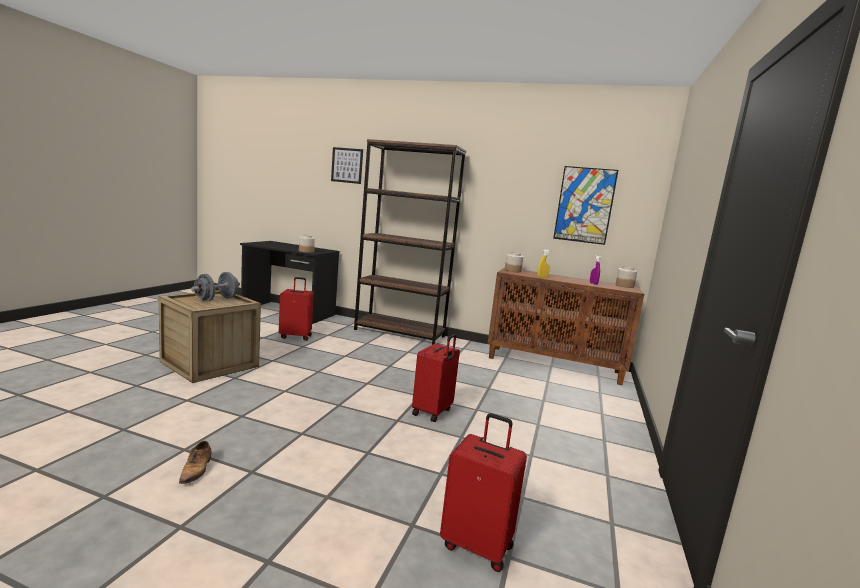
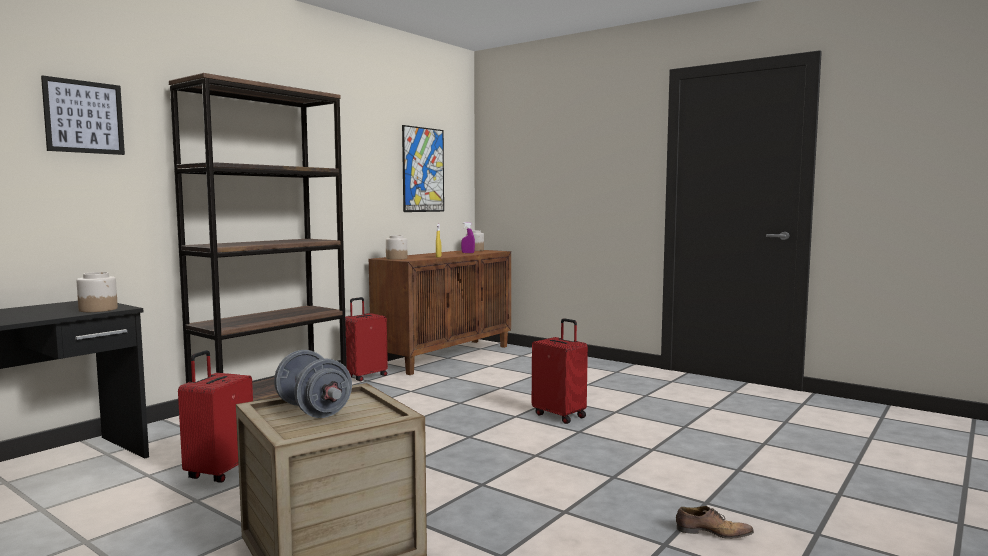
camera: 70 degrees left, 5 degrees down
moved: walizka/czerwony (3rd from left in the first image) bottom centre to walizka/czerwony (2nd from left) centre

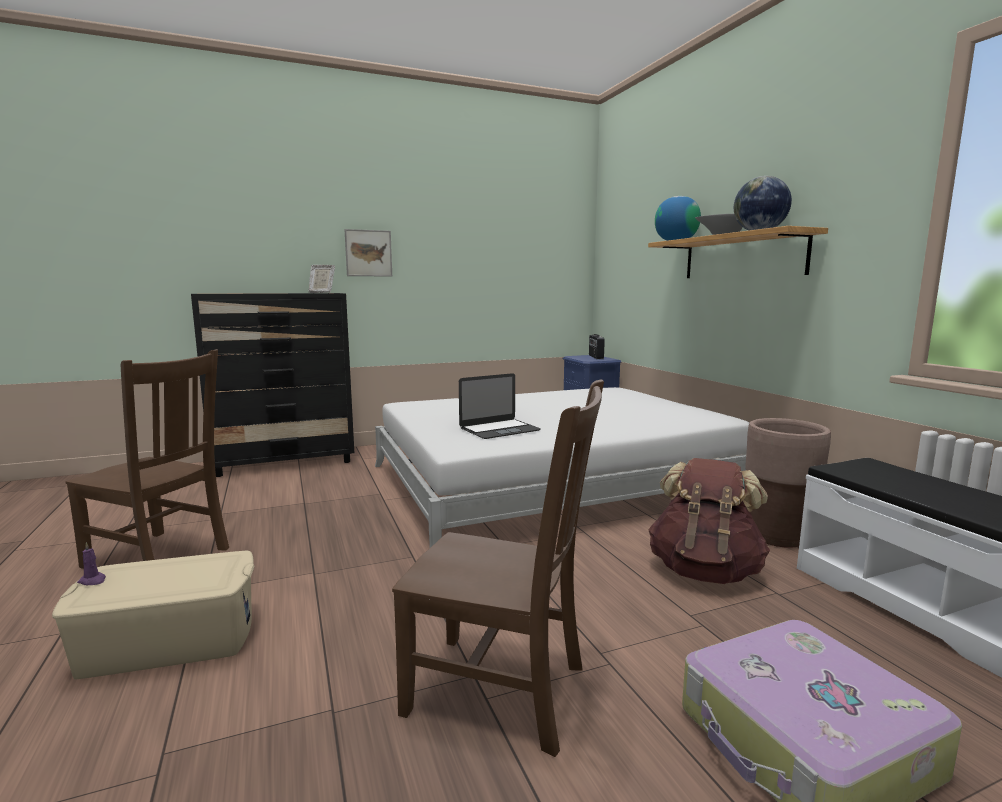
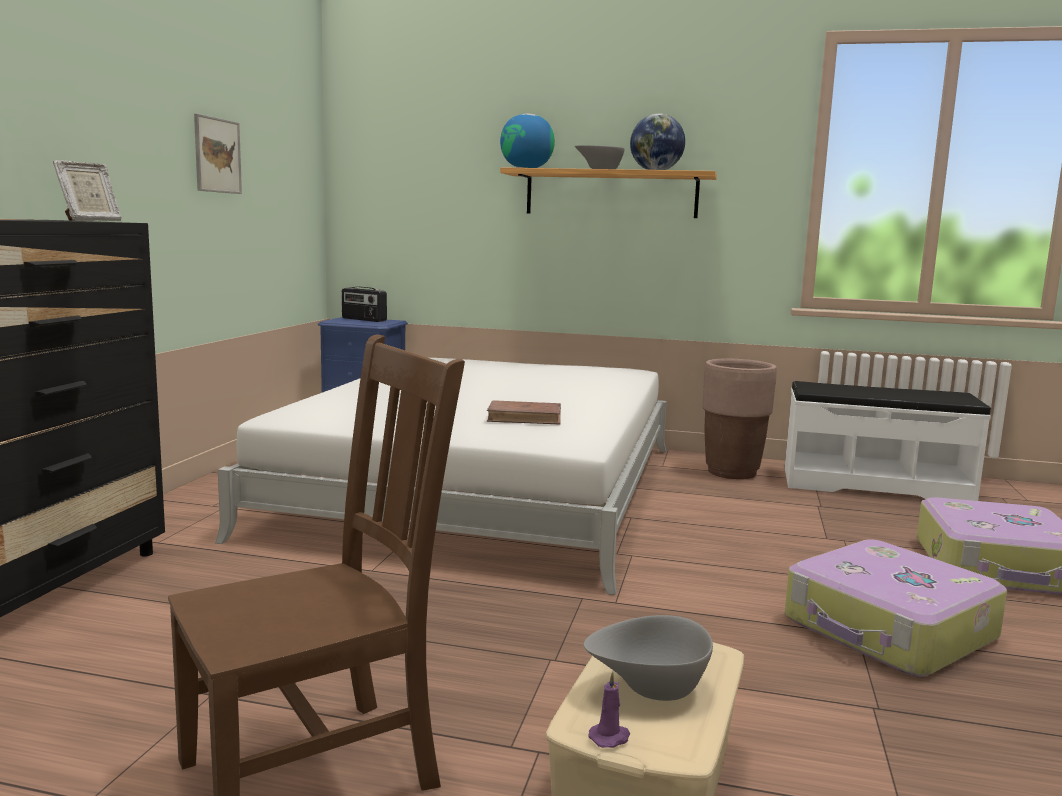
camera: 55 degrees left, 0 degrees up
removed: plecak/brązowy middle right
added: miska/szary (2nd from left) bottom centre
moved: obraz top centre to top left
replaced: krzesło/brązowy (2nd from left) bottom centre to walizka (1st from left) bottom right; laptop centre to książka/brązowy centre

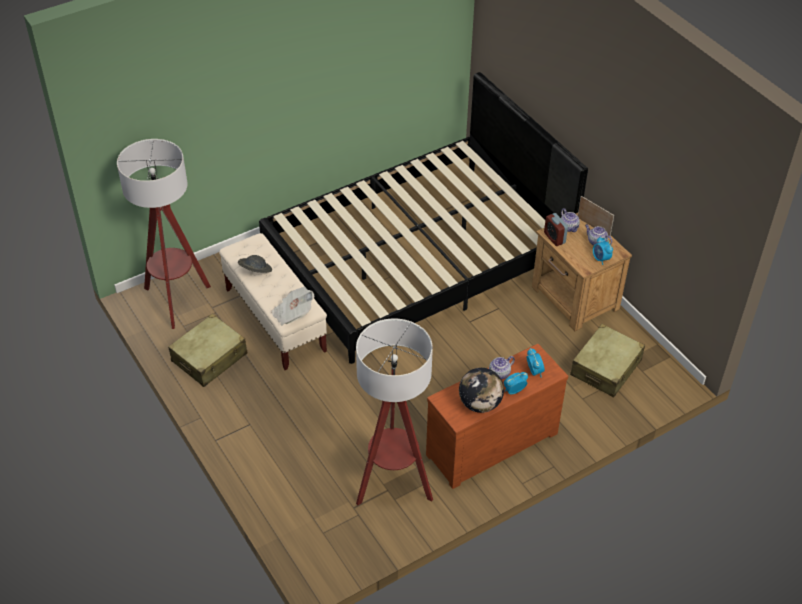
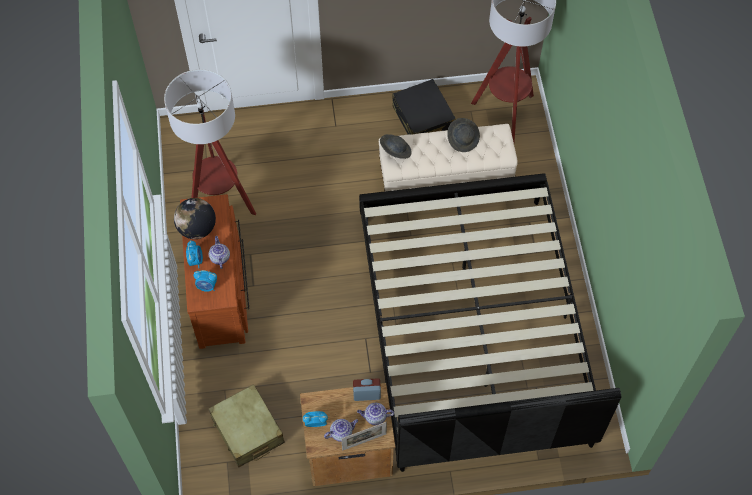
camera: 115 degrees right, 15 degrees up
replaced: gazeta centre to kapelusz/szary (1st from left) top centre
recoloured: walizka/beżowy (1st from left) middle left to walizka/czarny top centre

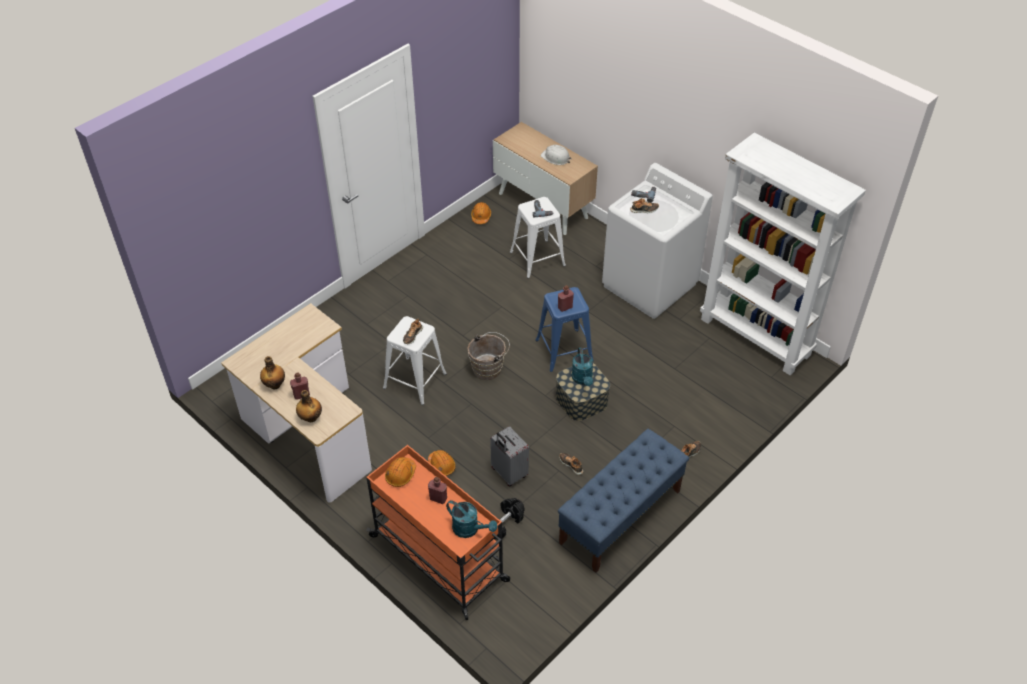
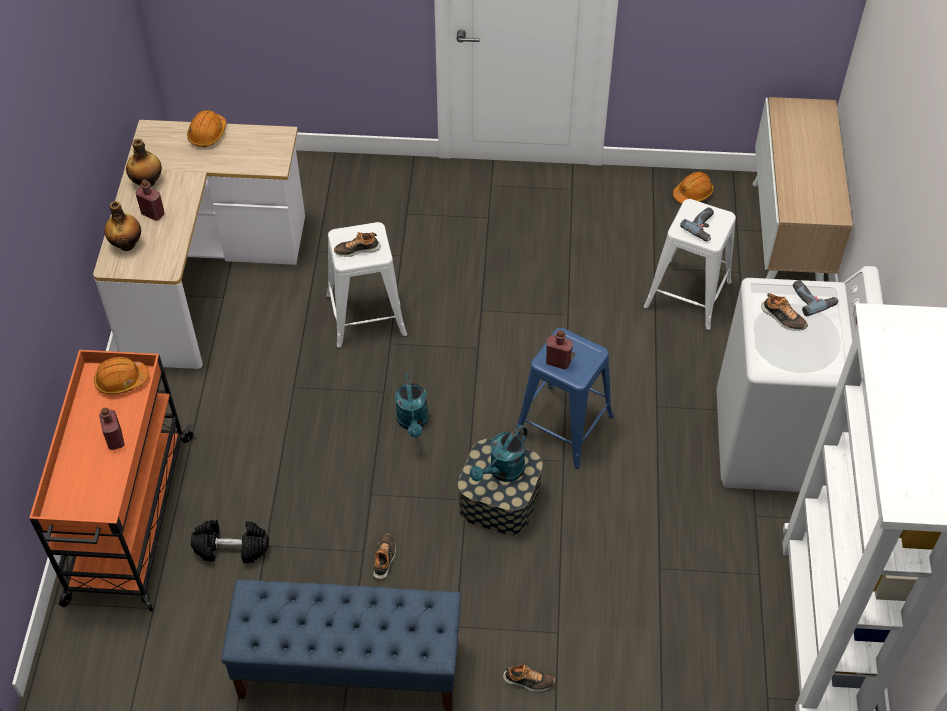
camera: 50 degrees right, 5 degrees up
removed: wiadro/brązowy centre; walizka/szary bottom centre; kask/biały top centre
moved: kask/pomarańczowy (2nd from left) bottom centre to top left; konewka/turkusowy (1st from left) bottom centre to centre

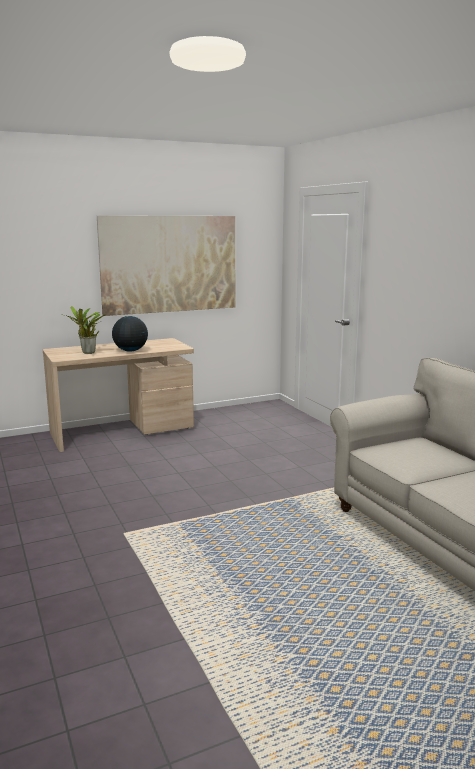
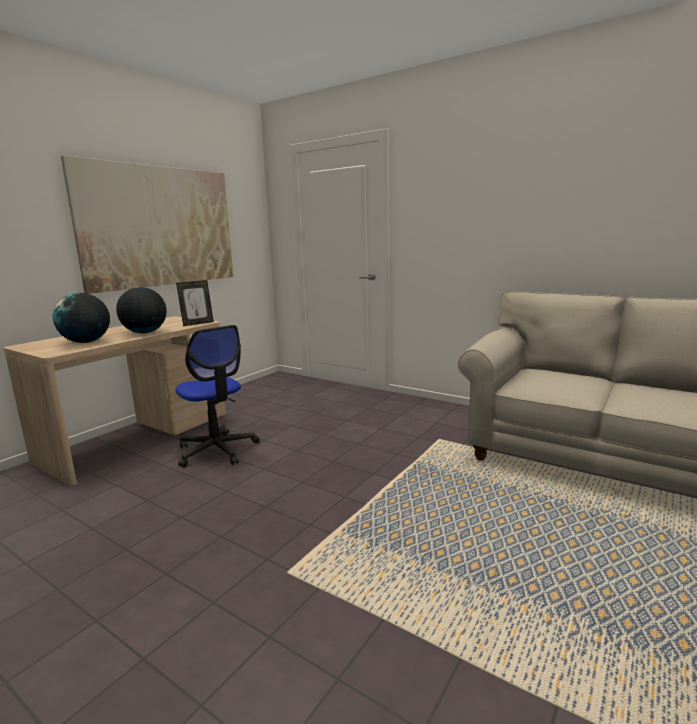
camera: 30 degrees left, 0 degrees up
added: ramka na zdjęcie middle left; krzesło biurowe middle left
replaced: roślina doniczkowa middle left to globus (1st from left) middle left

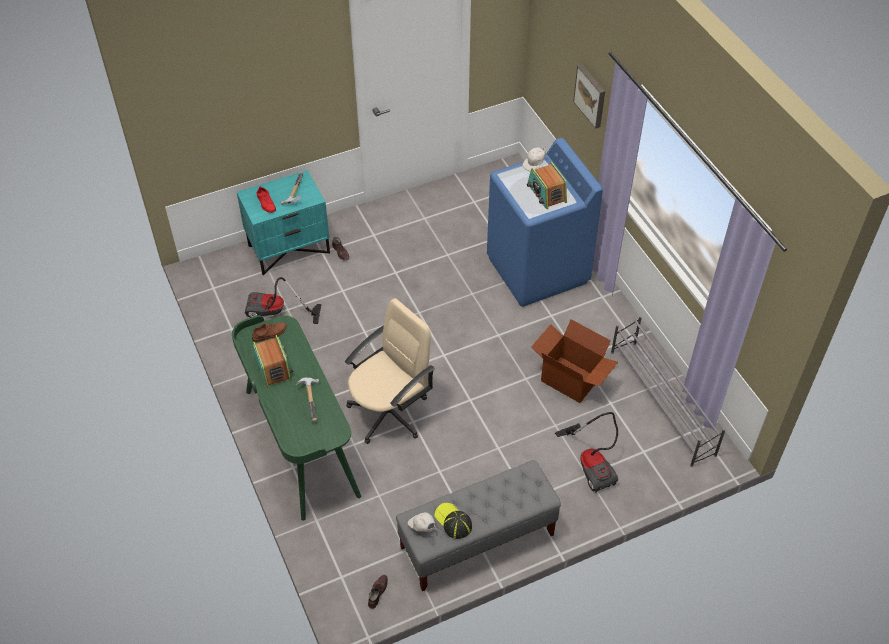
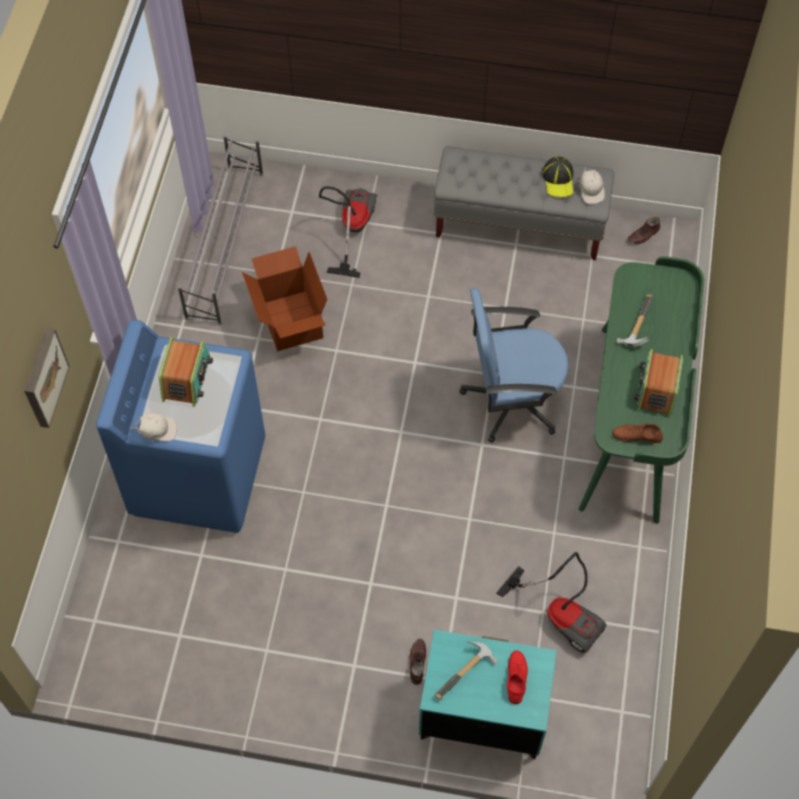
camera: 145 degrees left, 10 degrees up
recoloured: krzesło biurowe/beżowy centre to krzesło biurowe/niebieski centre

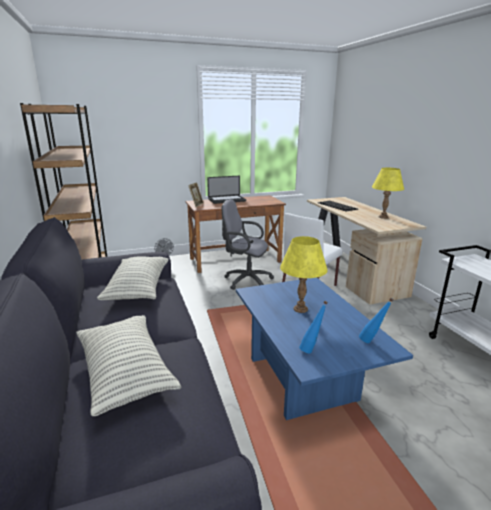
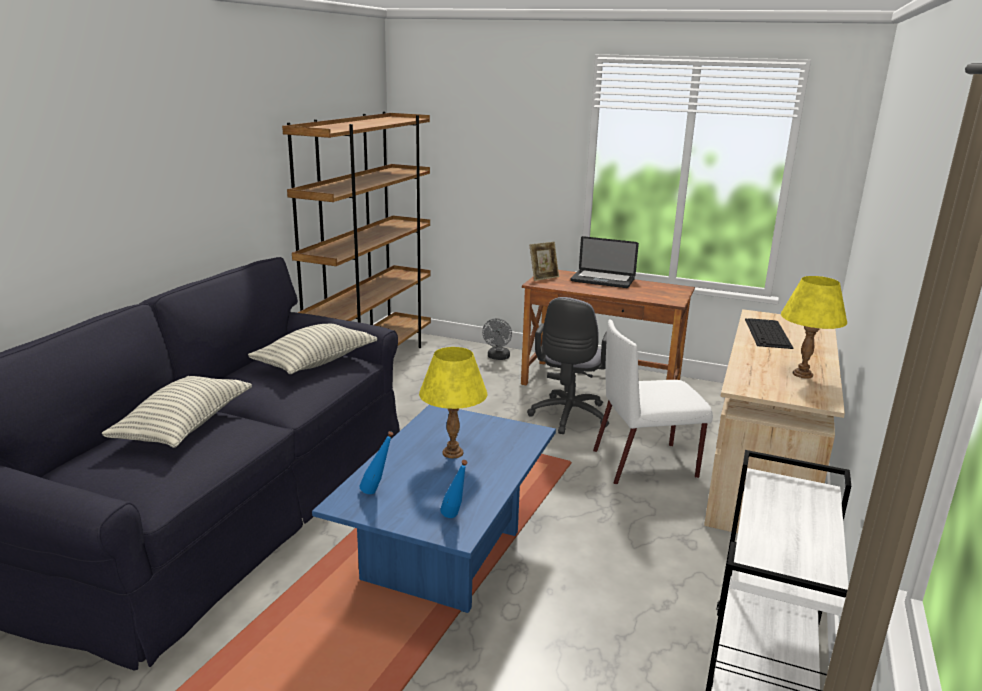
camera: 40 degrees right, 0 degrees up
turned: krzesło biurowe/szary centre = centre 135 degrees counterclockwise

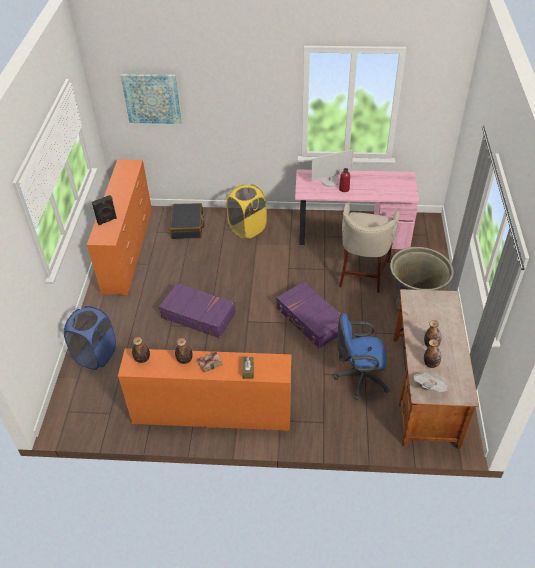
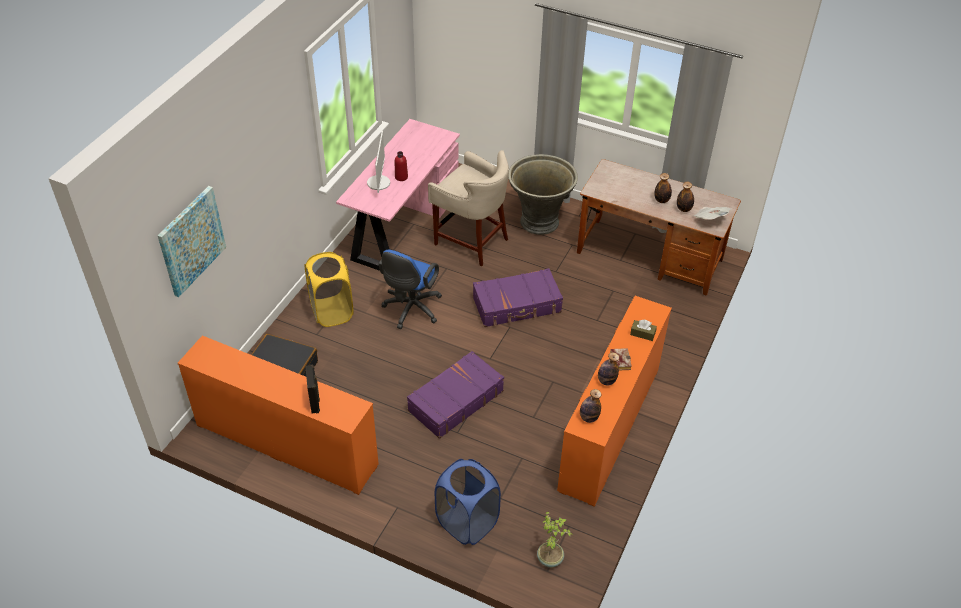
camera: 70 degrees left, 0 degrees up
added: roślina doniczkowa bottom centre
moved: krzesło biurowe/niebieski middle right to centre

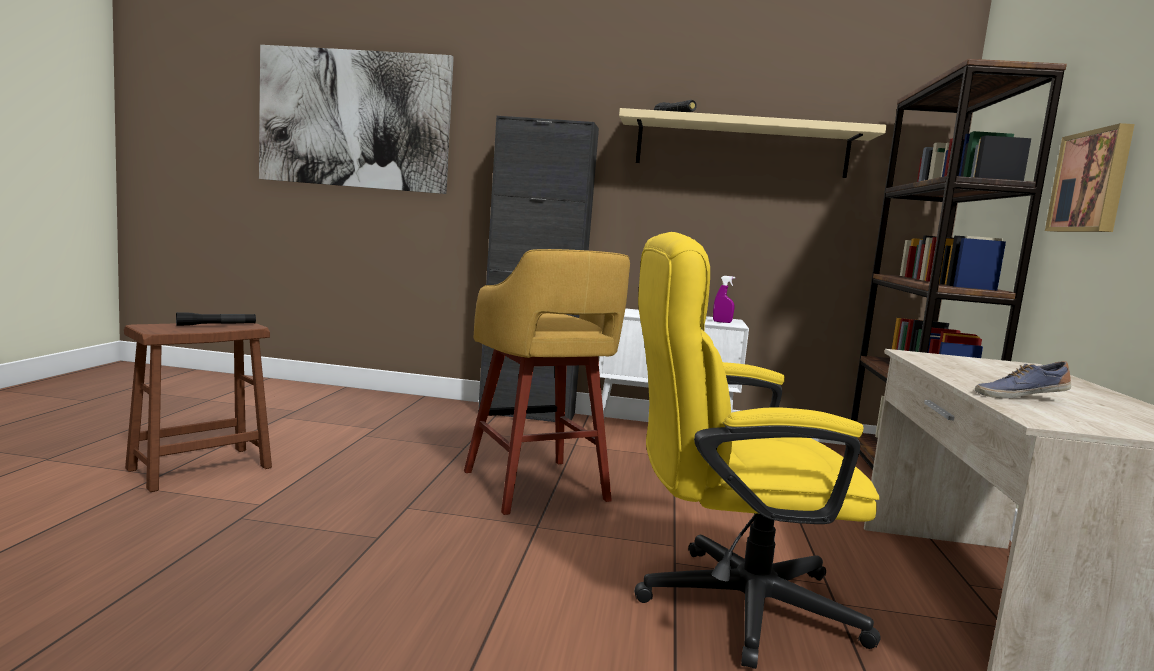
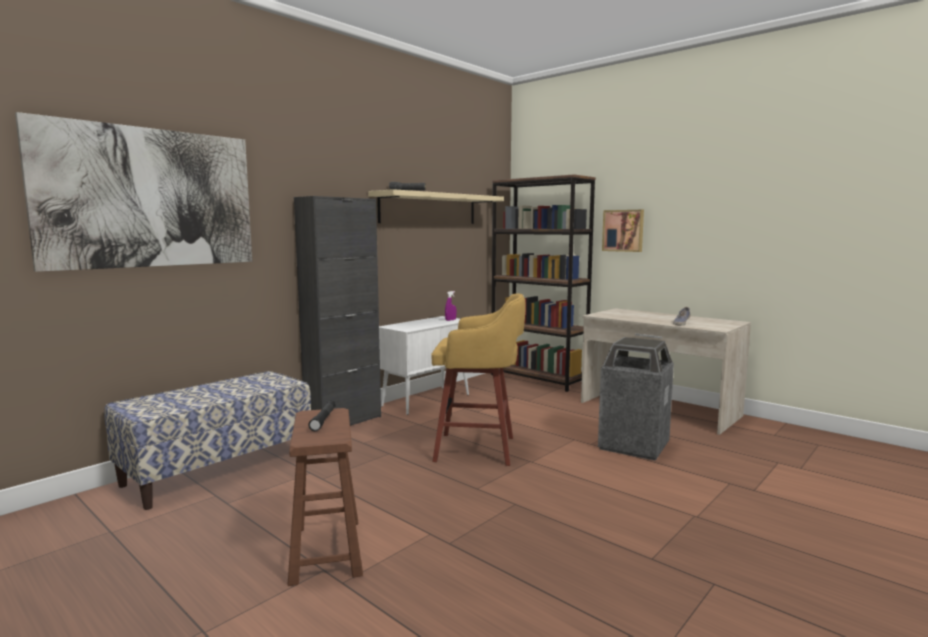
camera: 55 degrees left, 0 degrees up
added: ławka bottom left
replaced: krzesło biurowe/żółty bottom centre to kosz na śmieci middle right

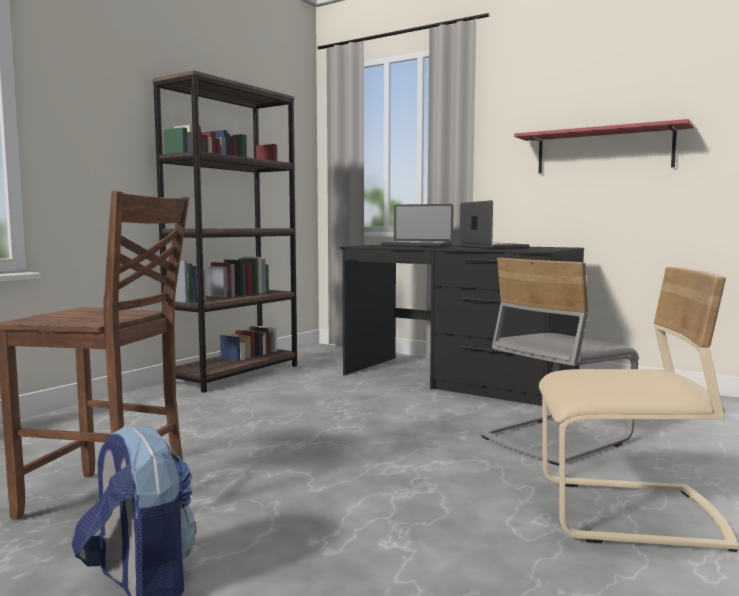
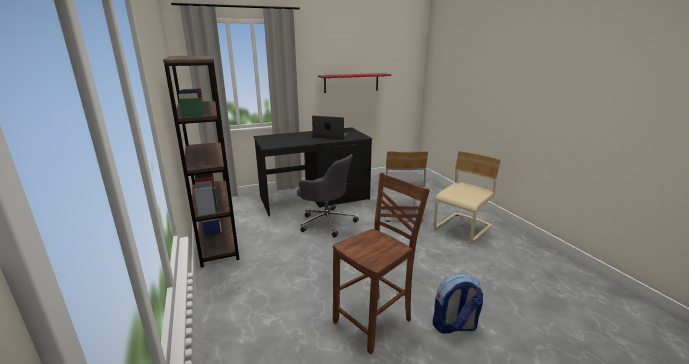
camera: 55 degrees left, 15 degrees up
removed: laptop (1st from left) centre
added: krzesło biurowe/szary centre

